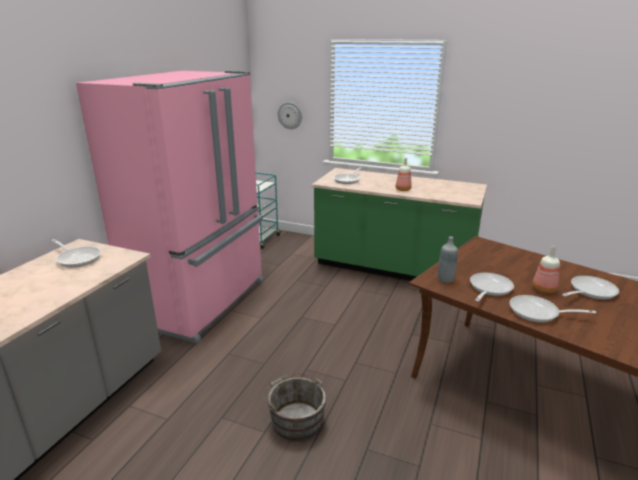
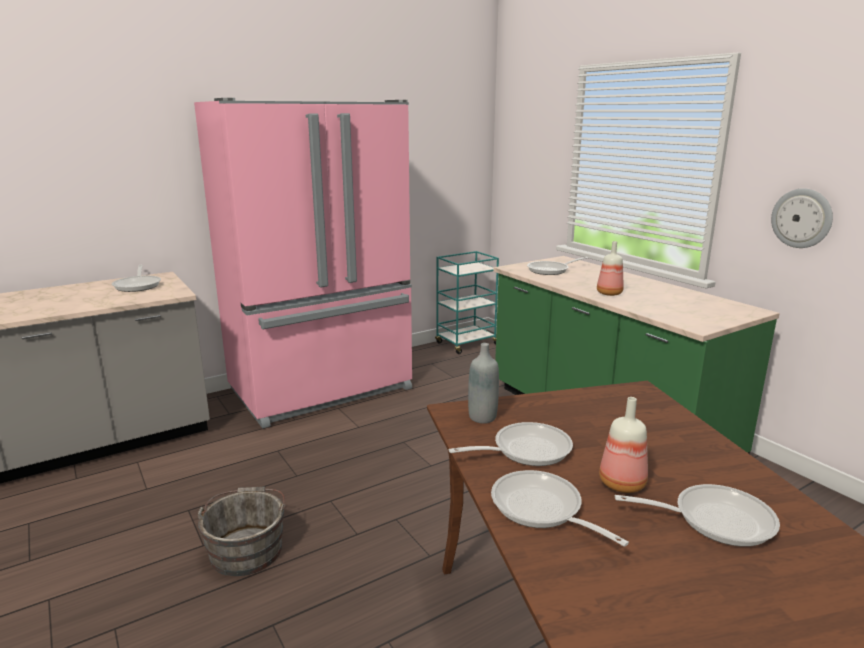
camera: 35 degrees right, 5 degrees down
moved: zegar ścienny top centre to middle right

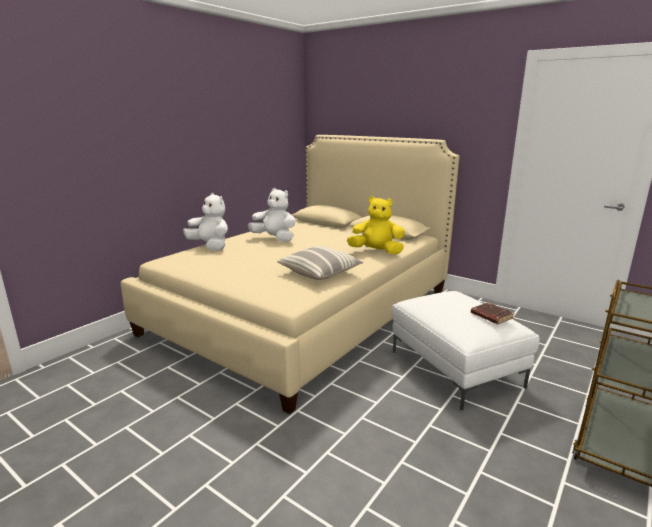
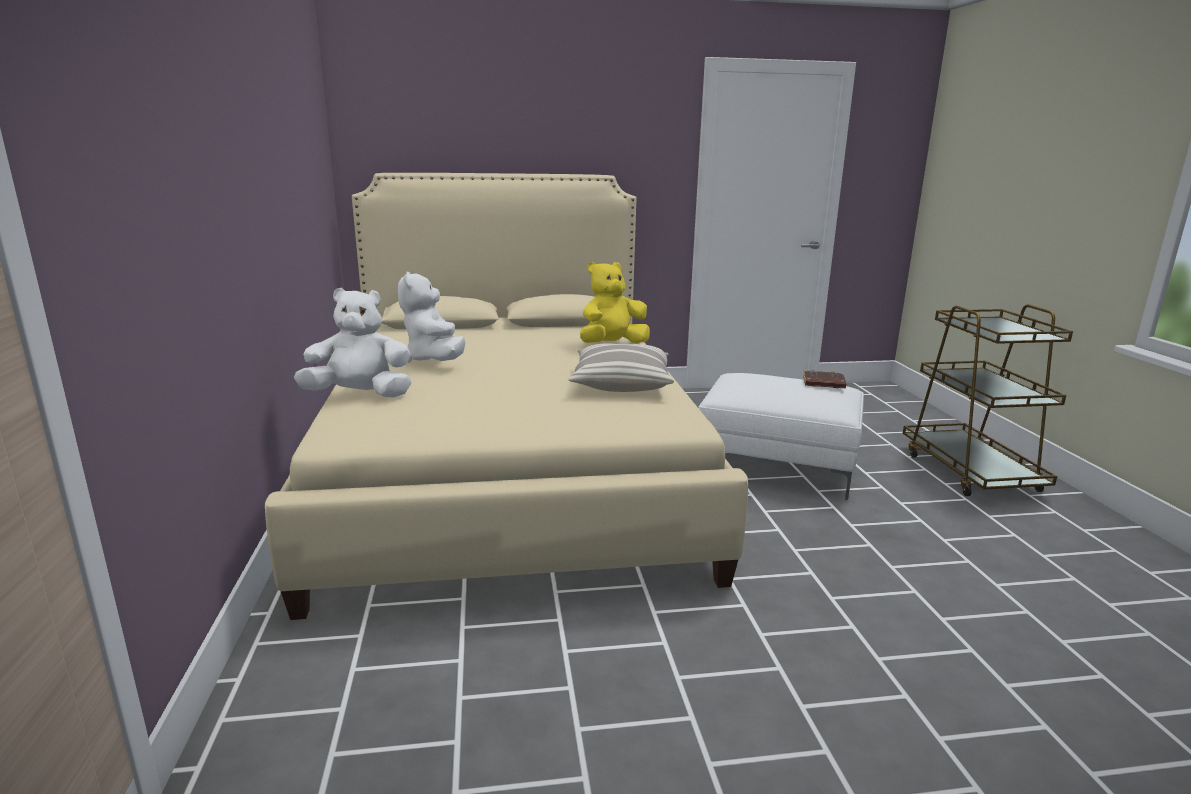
camera: 45 degrees left, 0 degrees up
turned: pluszak/biały (2nd from left) centre = centre 90 degrees counterclockwise

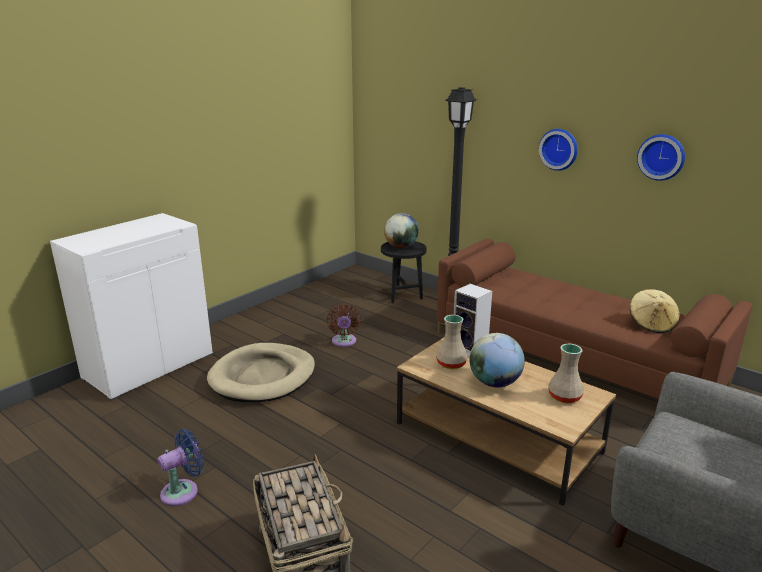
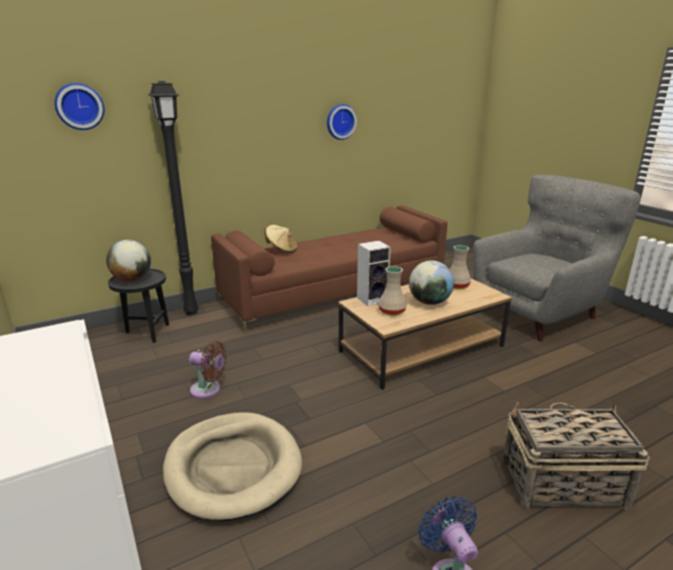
camera: 70 degrees left, 0 degrees up
moved: zegar ścienny (1st from left) top right to top left; kapelusz/beżowy middle right to centre

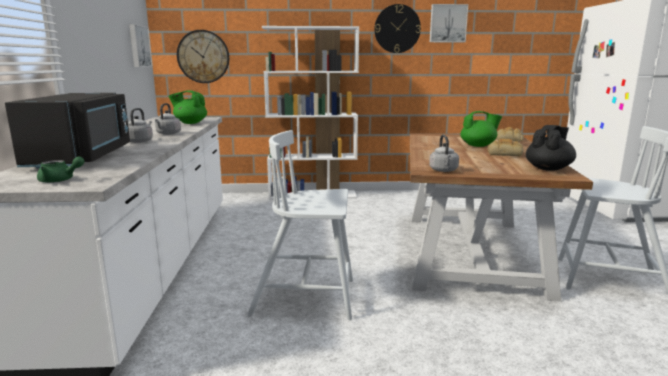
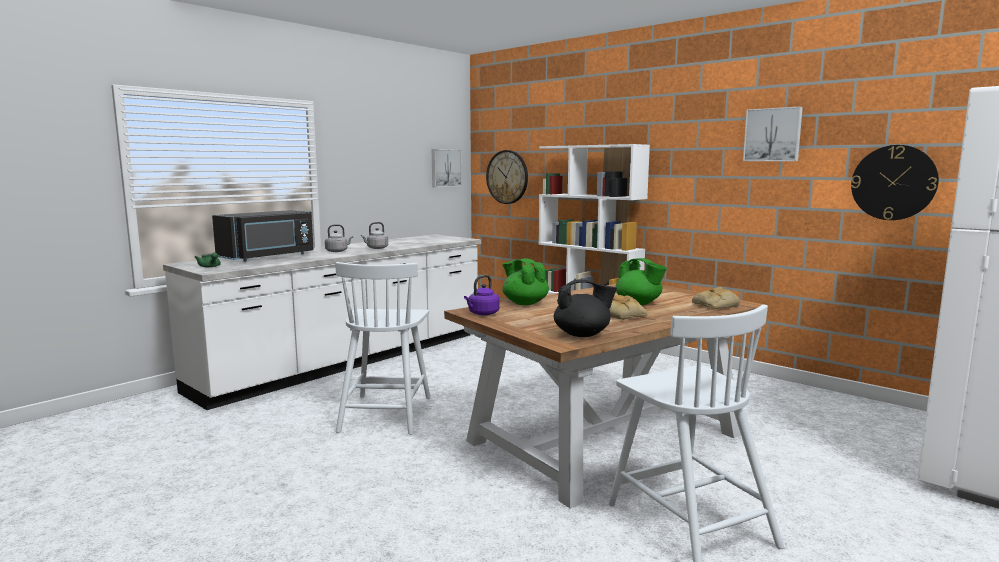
camera: 45 degrees right, 5 degrees down
moved: imbryk/zielony (2nd from left) top left to centre; zegar ścienny (2nd from left) top centre to top right
recoloured: czajnik/szary (3rd from left) centre to czajnik/fioletowy centre
turned: krzesło/biały (1st from left) centre = centre 135 degrees counterclockwise

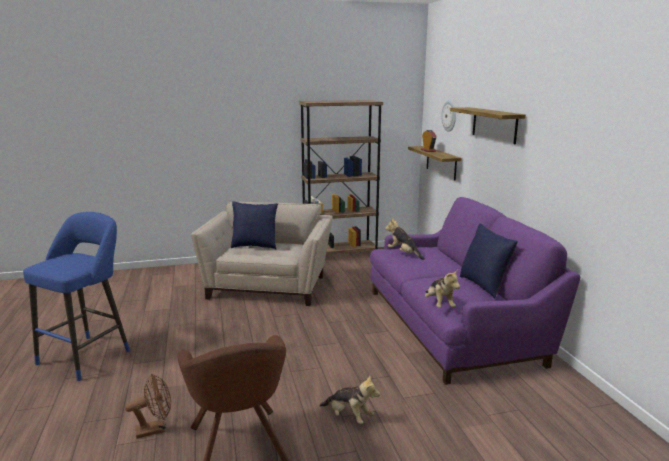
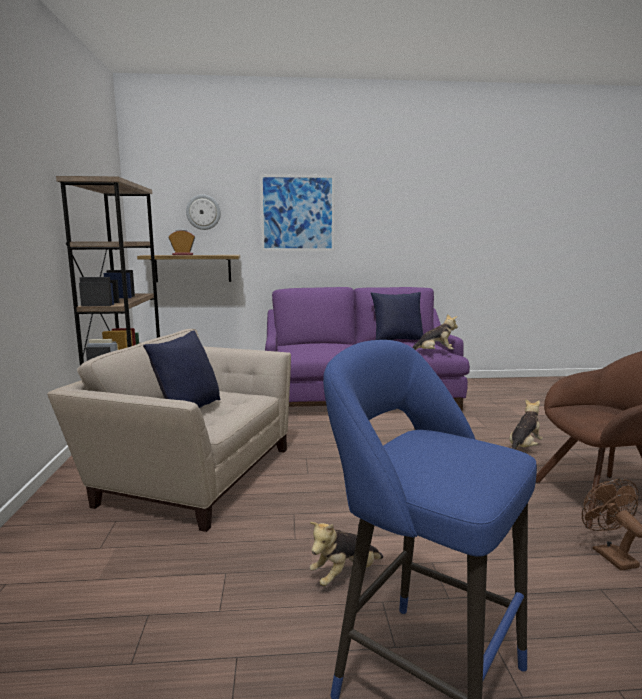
camera: 80 degrees left, 5 degrees down
moved: pluszak (2nd from left in the first image) centre to pluszak (1st from left) bottom centre
replaced: półka (2nd from left) top right to obraz top centre

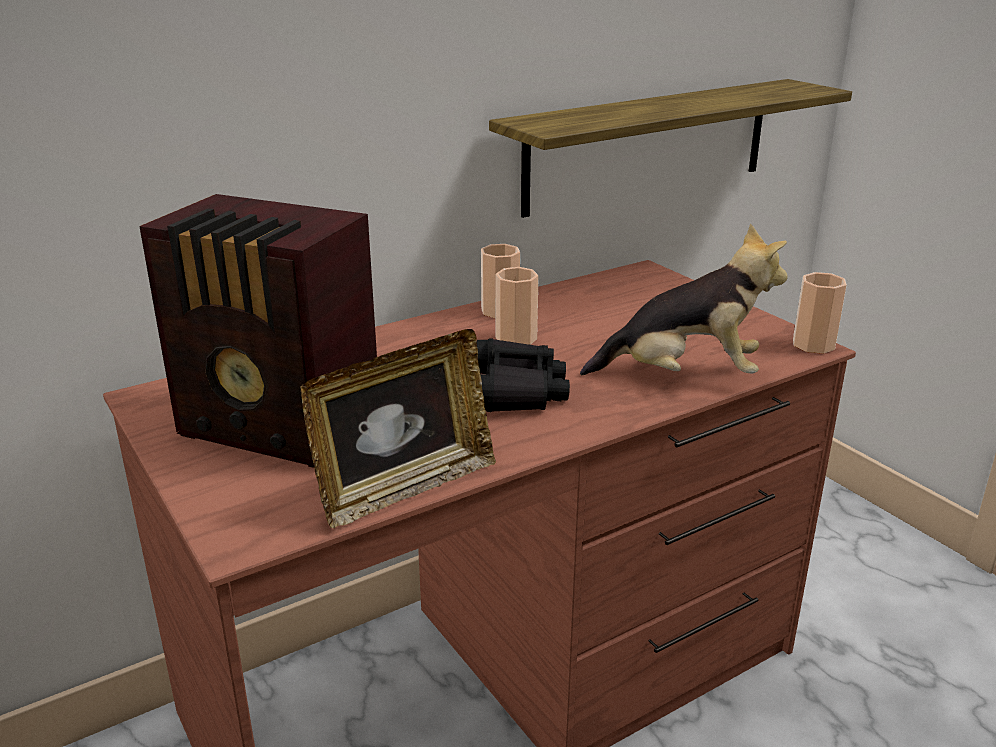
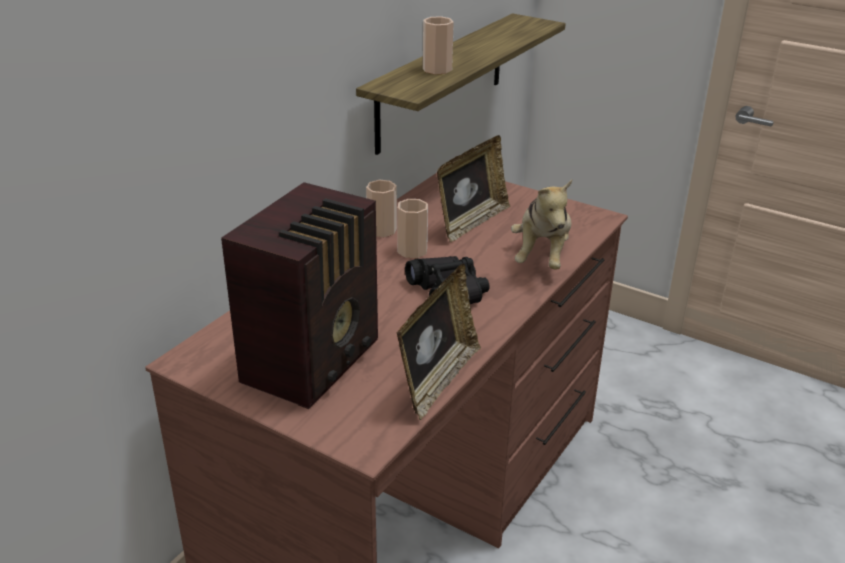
camera: 25 degrees left, 5 degrees up
added: ramka na zdjęcie (2nd from left) centre
moved: filiżanka (3rd from left) middle right to top centre
turned: radio middle left = centre 60 degrees counterclockwise; pluszak middle right = centre 120 degrees clockwise

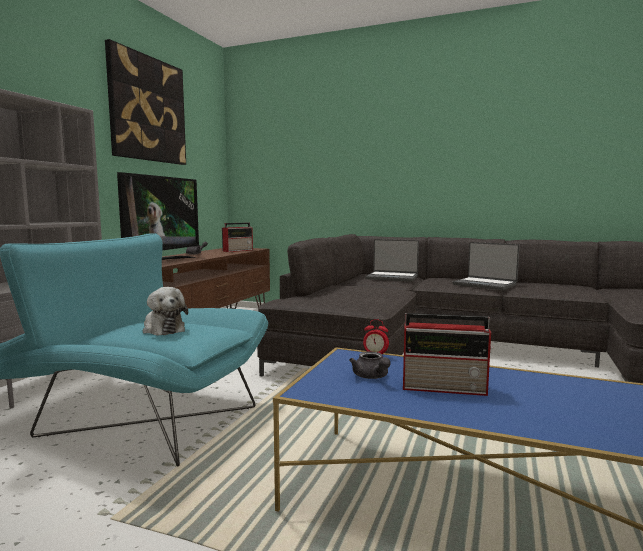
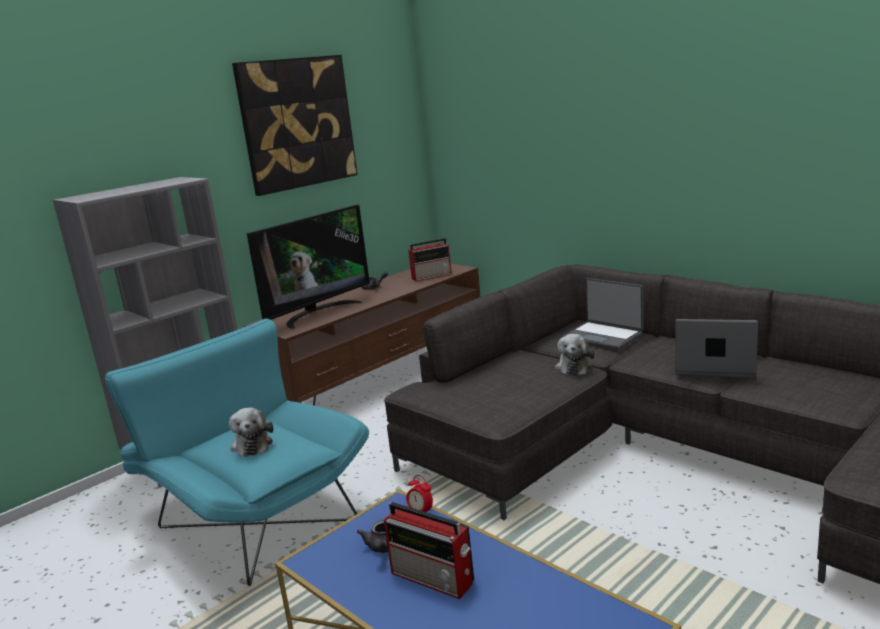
camera: 25 degrees right, 10 degrees up
added: pluszak (2nd from left) centre
turned: laptop (2nd from left) middle right = middle right 135 degrees clockwise

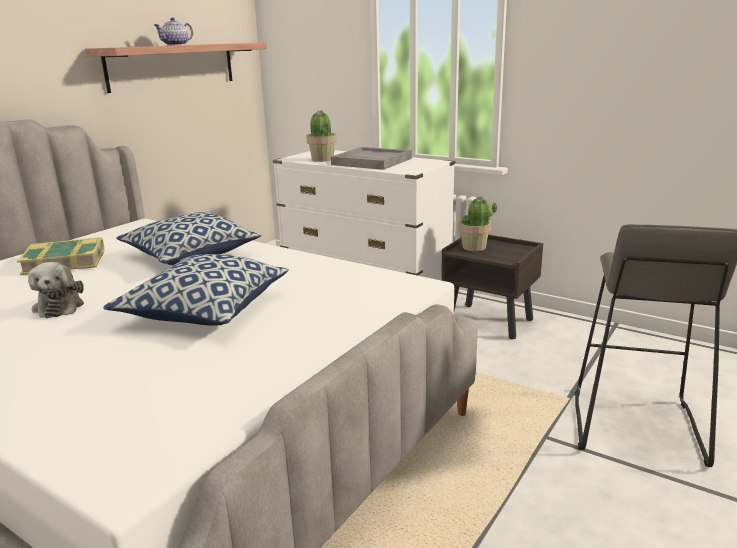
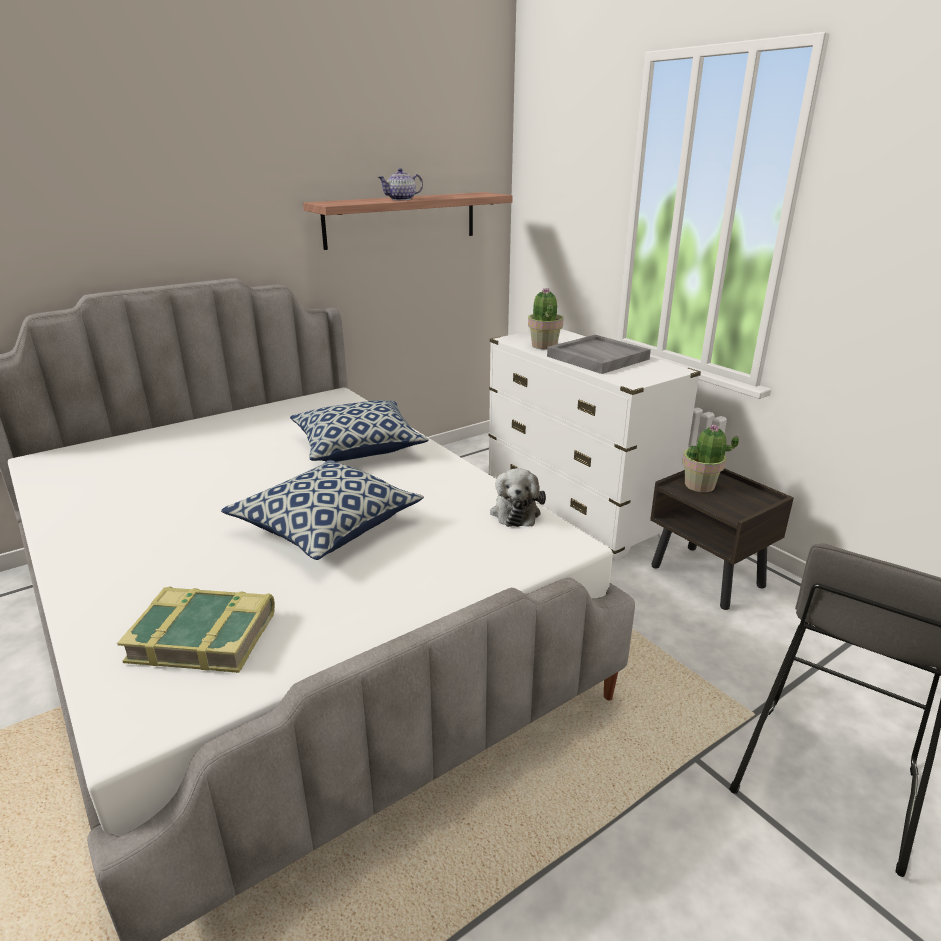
camera: 20 degrees right, 5 degrees up
moved: książka middle left to bottom left; pluszak middle left to centre

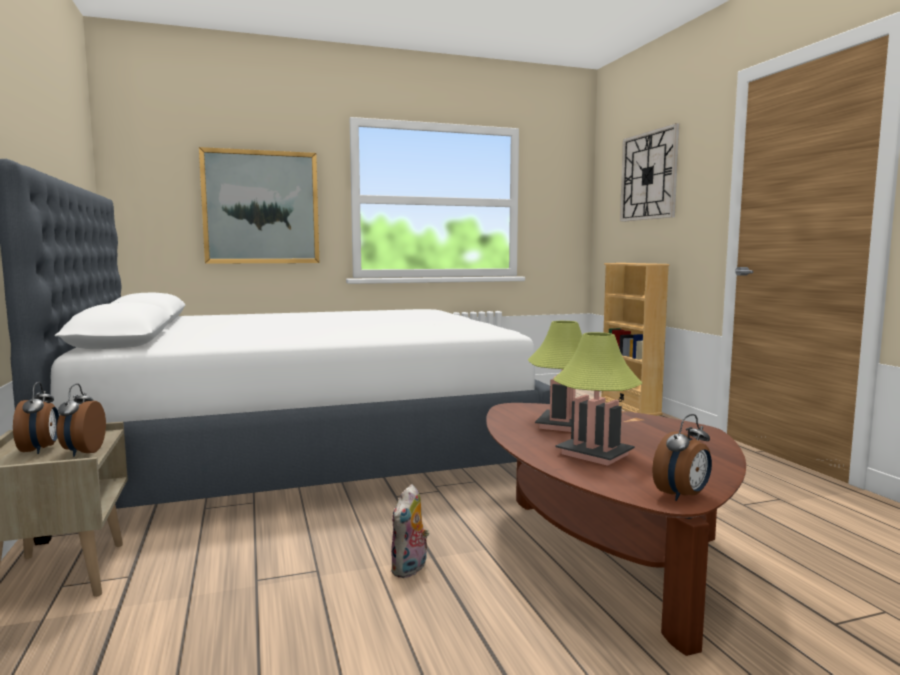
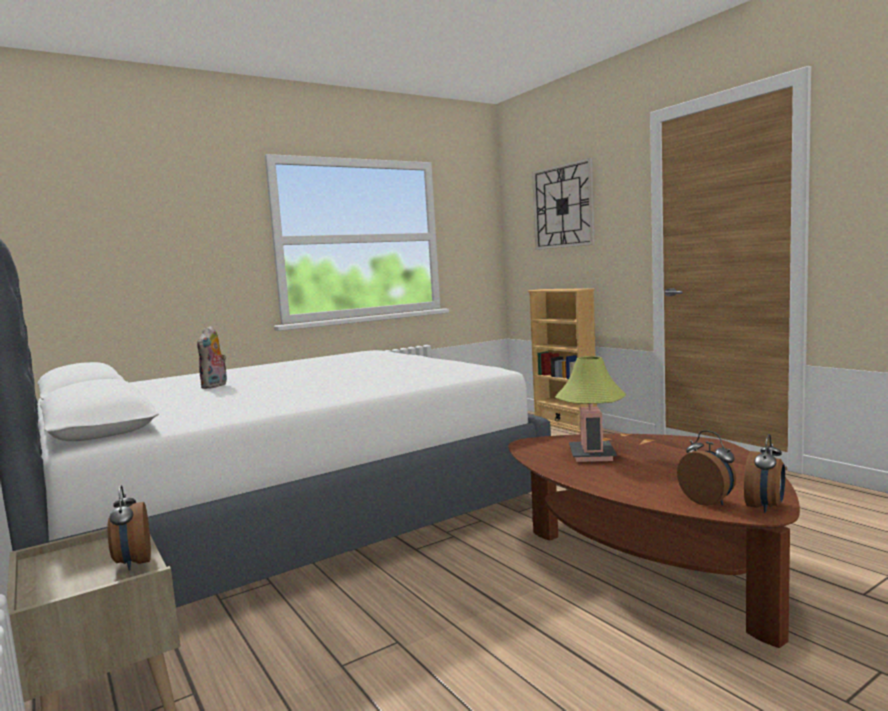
camera: 15 degrees left, 0 degrees up
removed: obraz top left; lampa stołowa (2nd from left) centre
moved: budzik (1st from left in the first image) middle left to budzik (2nd from left) middle right; pluszak bottom centre to middle left

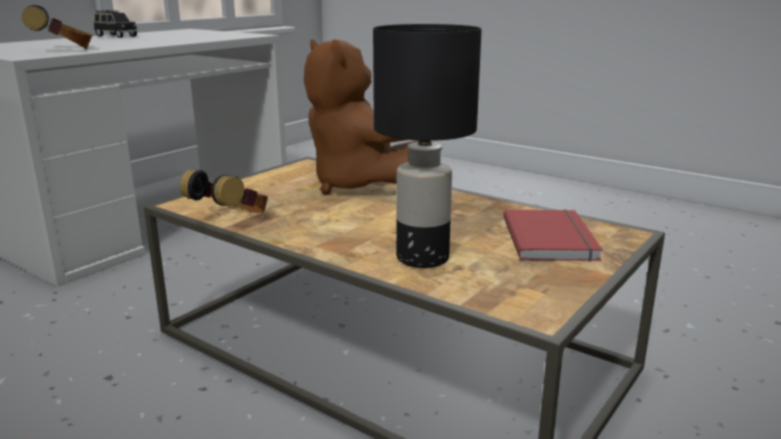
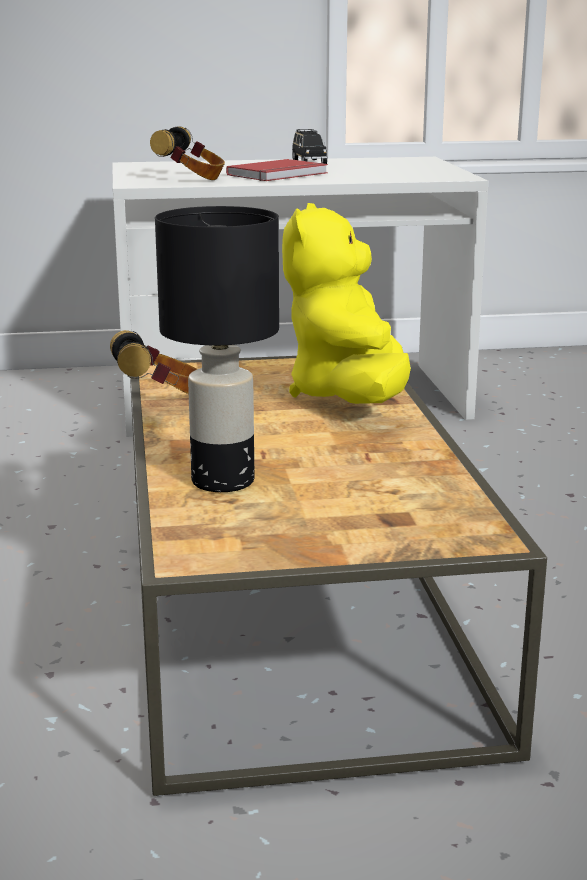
camera: 45 degrees right, 0 degrees up
moved: książka/czerwony middle right to top centre
recoloured: pluszak/brązowy top centre to pluszak/żółty centre

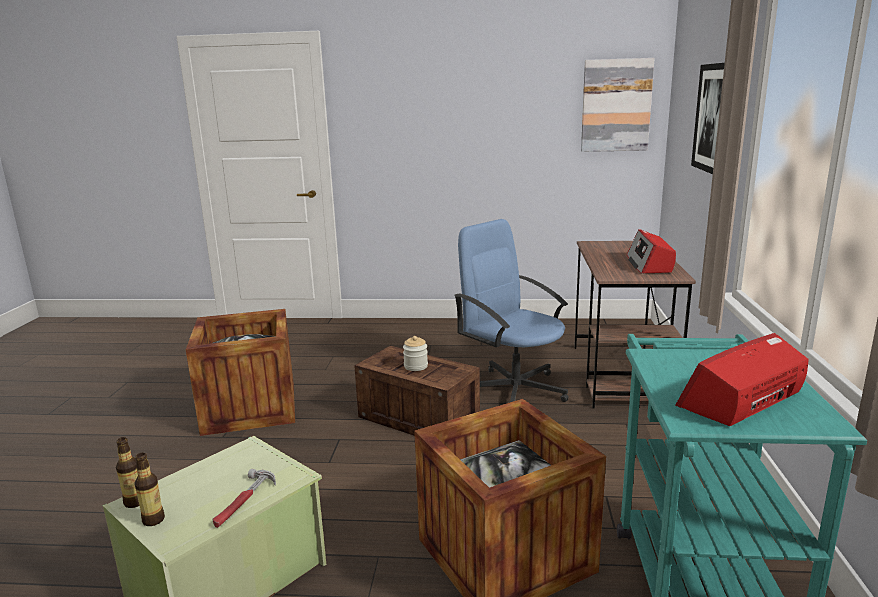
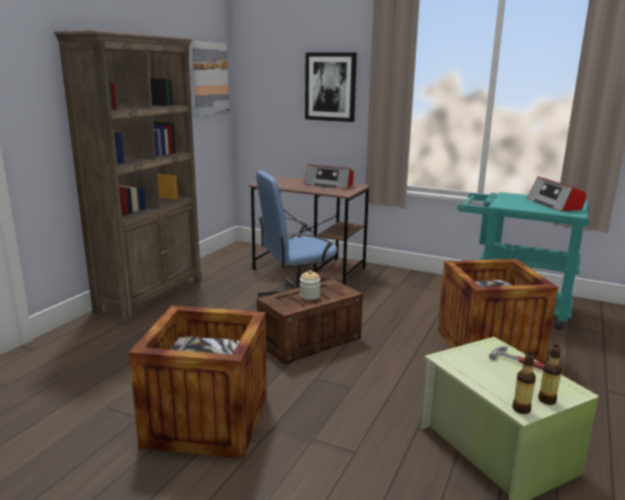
camera: 70 degrees left, 0 degrees up
added: regał/brązowy middle left

